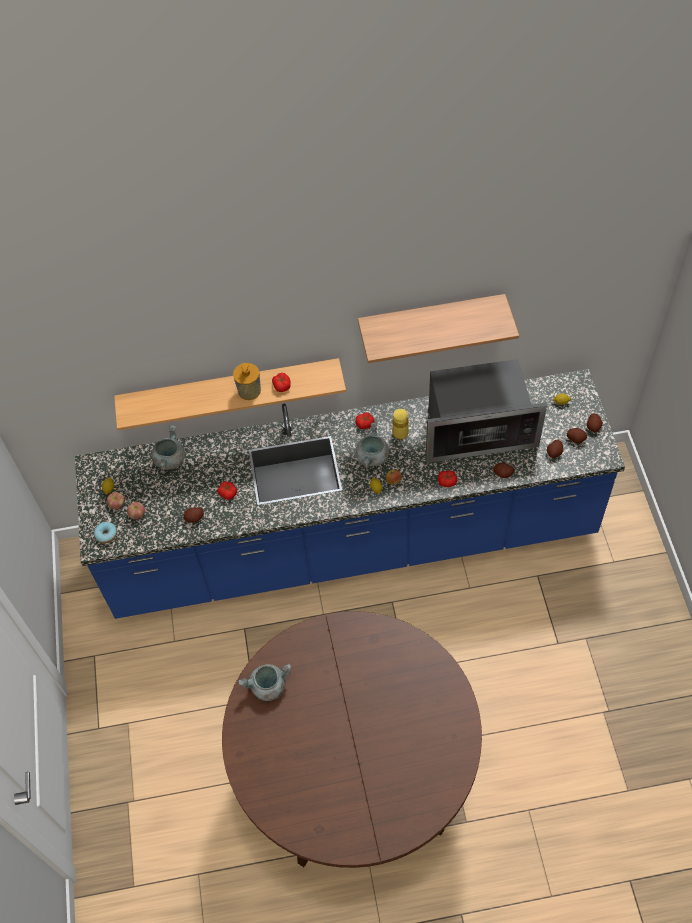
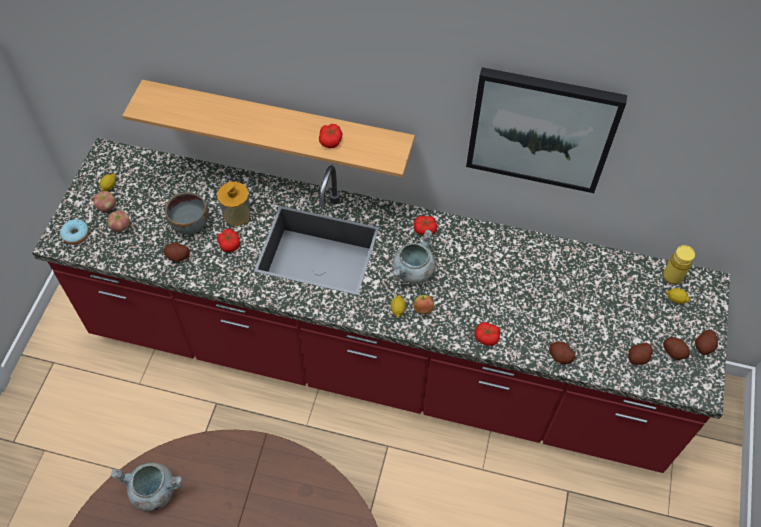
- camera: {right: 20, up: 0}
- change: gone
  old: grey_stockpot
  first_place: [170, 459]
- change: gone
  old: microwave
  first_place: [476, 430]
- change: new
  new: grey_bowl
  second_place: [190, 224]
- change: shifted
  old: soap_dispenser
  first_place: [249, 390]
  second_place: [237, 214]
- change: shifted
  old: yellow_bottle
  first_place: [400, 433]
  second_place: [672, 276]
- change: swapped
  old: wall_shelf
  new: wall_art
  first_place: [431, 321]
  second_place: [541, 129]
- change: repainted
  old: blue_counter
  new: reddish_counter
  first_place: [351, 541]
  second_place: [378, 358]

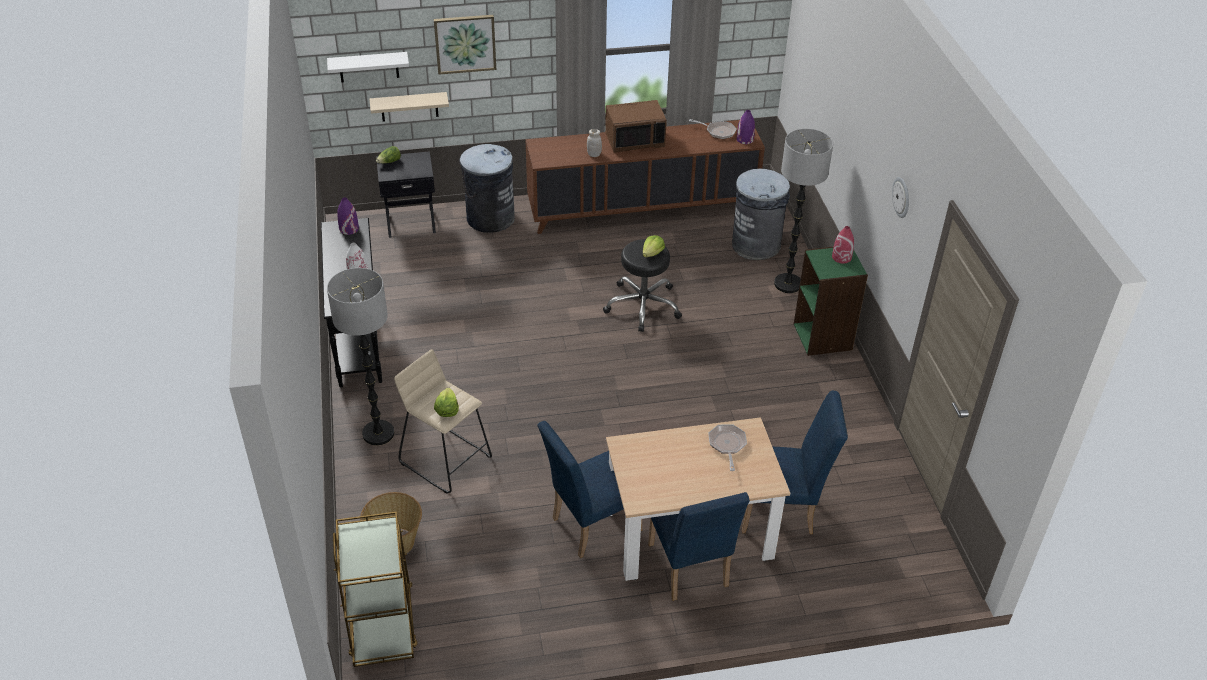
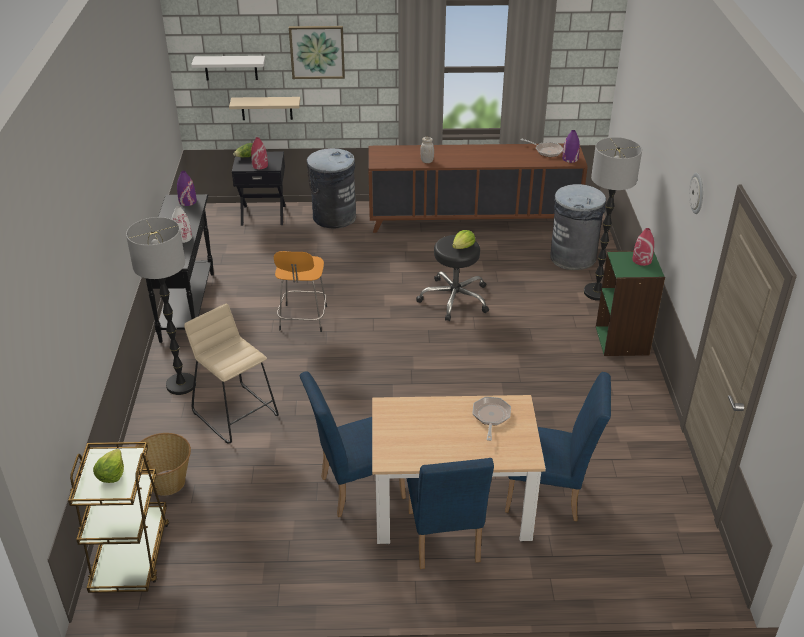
- camera: {right: 10, up: -5}
- change: gone
  old: brownish_microwave
  first_place: [635, 140]
- change: new
  new: reddish_vase
  second_place: [260, 165]
- change: new
  new: orange-coloured_stool
  second_place: [303, 319]
- change: shifted
  old: head_of_lettuce
  first_place: [447, 409]
  second_place: [111, 474]

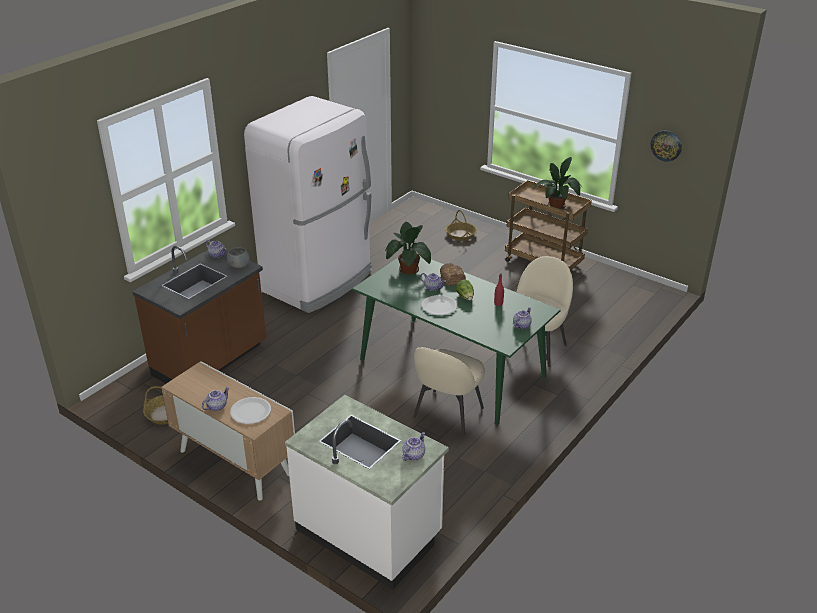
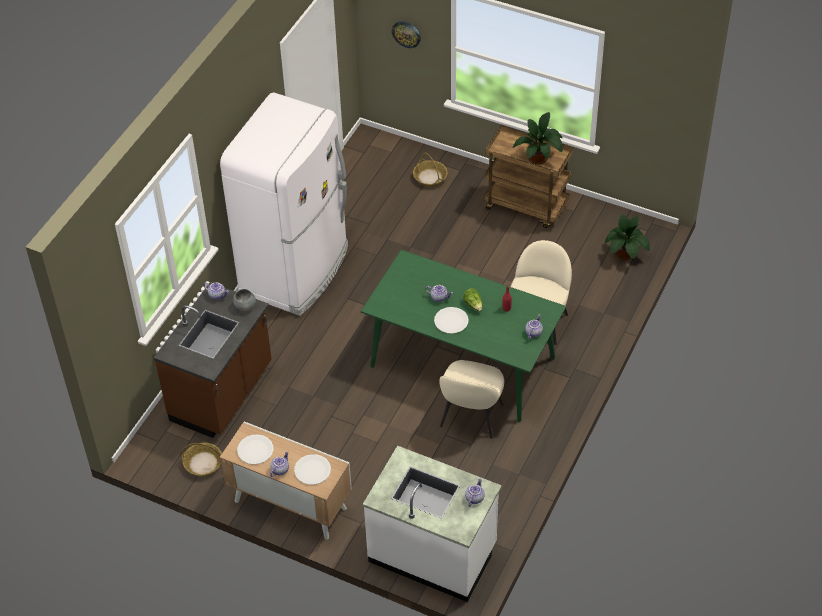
- camera: {right: -10, up: 15}
- change: gone
  old: bread
  first_place: [452, 278]
- change: new
  new: whitish_dinner_plate
  second_place: [255, 450]
- change: shifted
  old: potted_plant
  first_place: [408, 270]
  second_place: [625, 254]
- change: shifted
  old: wall_clock
  first_place: [666, 145]
  second_place: [406, 34]

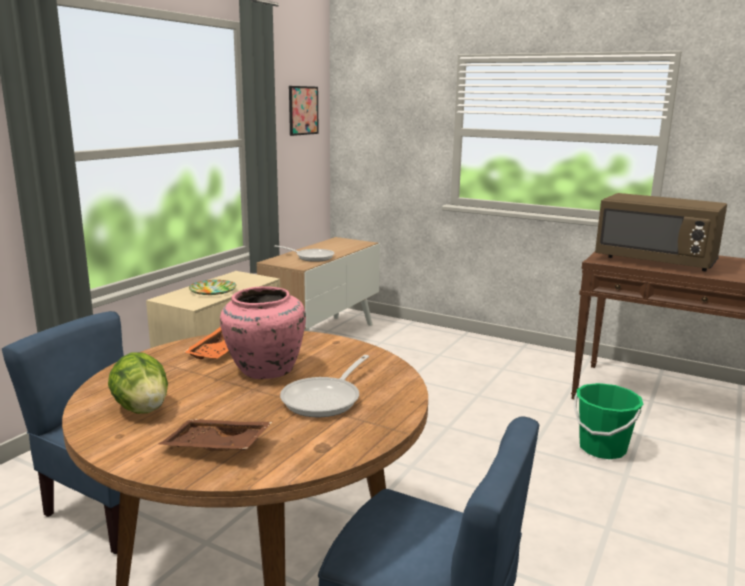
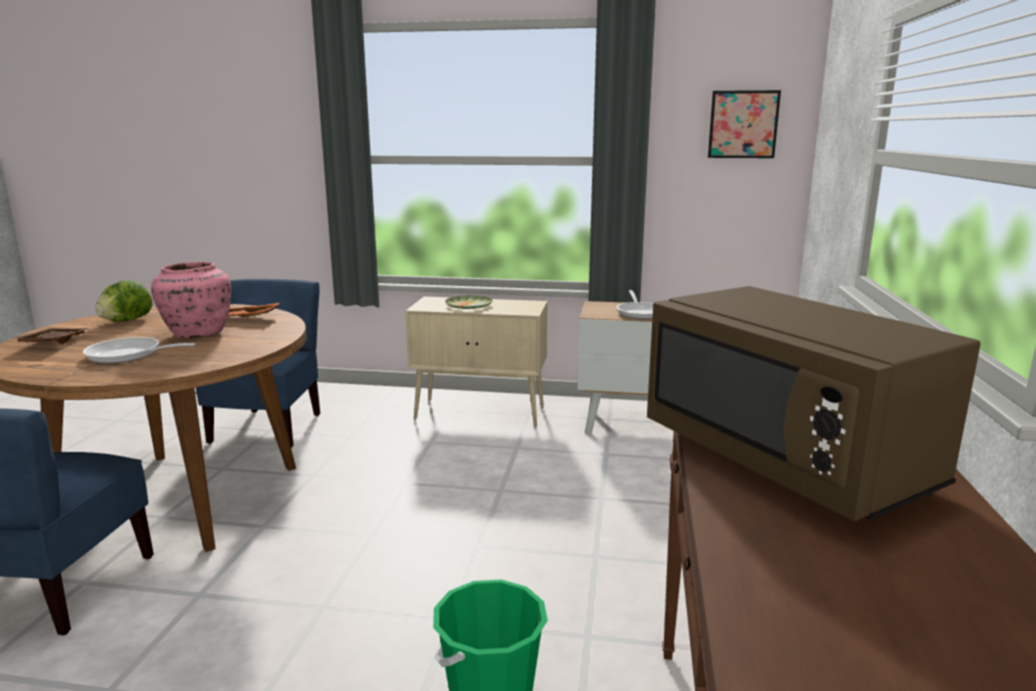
- camera: {right: 70, up: 0}
- change: rotated
  old: brownish_microwave
  first_place: [656, 261]
  second_place: [786, 460]
  degrees: -45

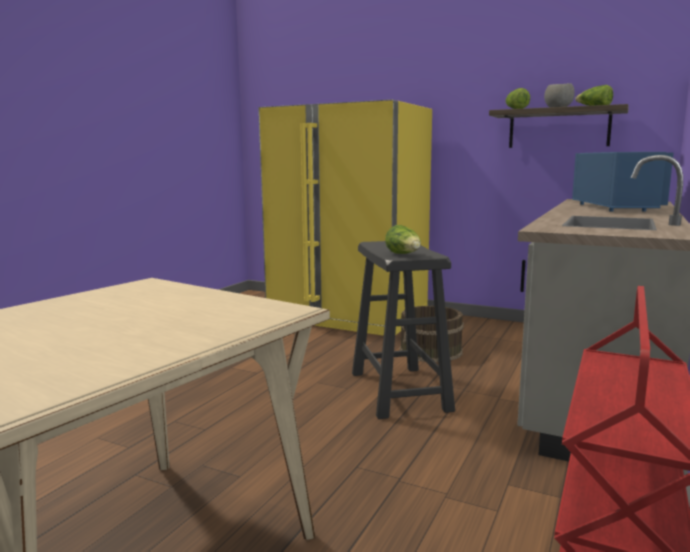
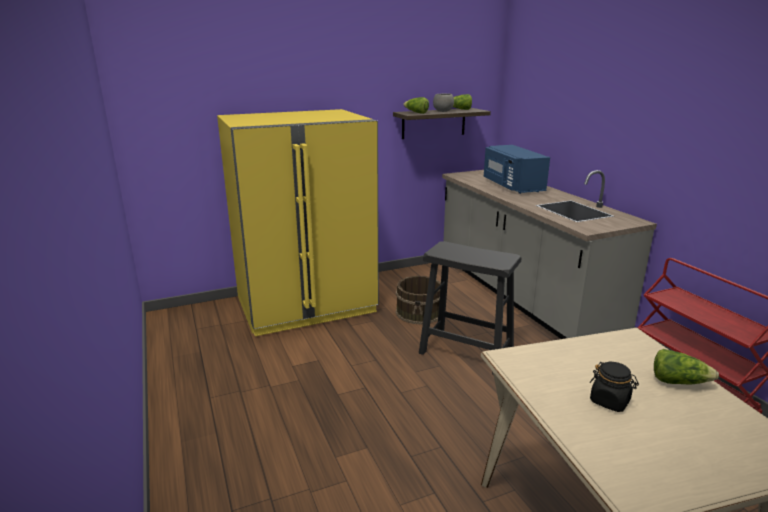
- camera: {right: -50, up: 10}
- change: new
  new: black_preserve_jar
  second_place: [610, 401]
- change: shifted
  old: head_of_lettuce
  first_place: [404, 255]
  second_place: [678, 382]
- change: rotated
  old: blue_microwave
  first_place: [616, 207]
  second_place: [512, 186]
  degrees: -150

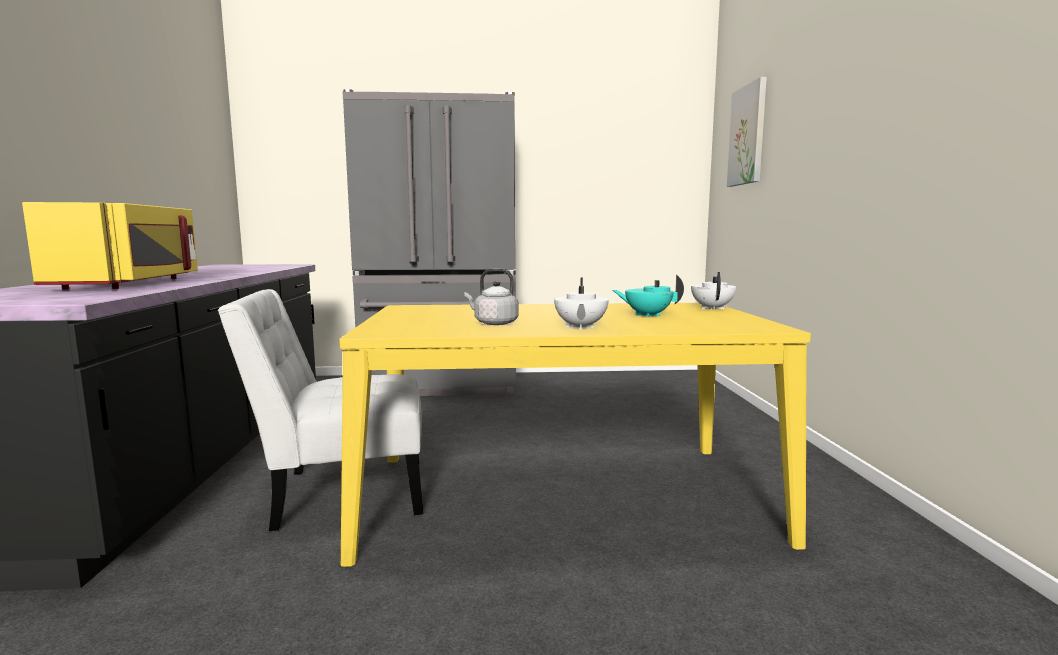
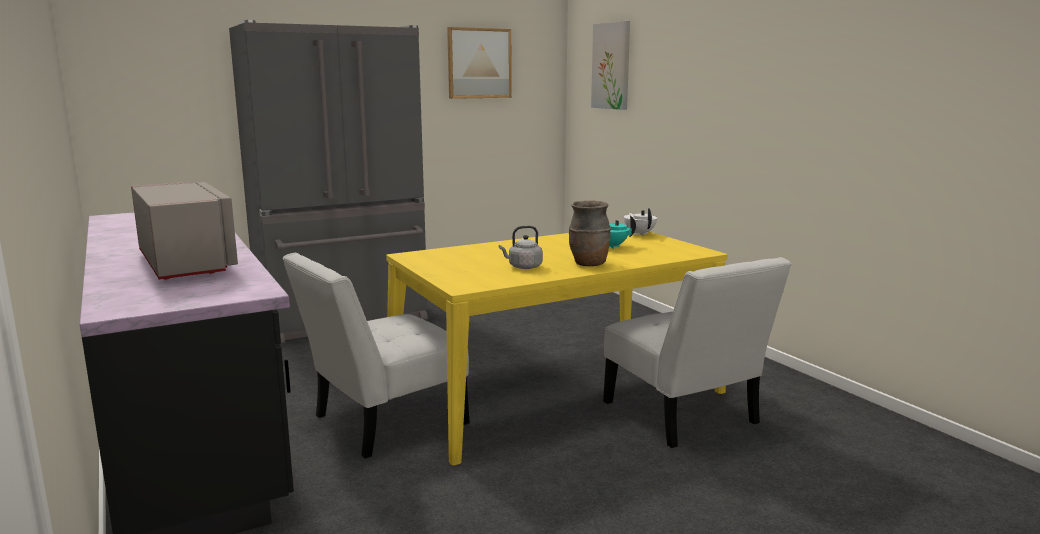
- camera: {right: -25, up: 5}
- change: new
  new: wall_art
  second_place: [479, 63]
- change: new
  new: whitish_chair
  second_place: [684, 417]
- change: swapped
  old: whitish_pot_for_tea
  new: brownish_vase
  first_place: [580, 327]
  second_place: [589, 264]
- change: repainted
  old: yellow_microwave
  new: grey_microwave
  first_place: [131, 283]
  second_place: [188, 263]

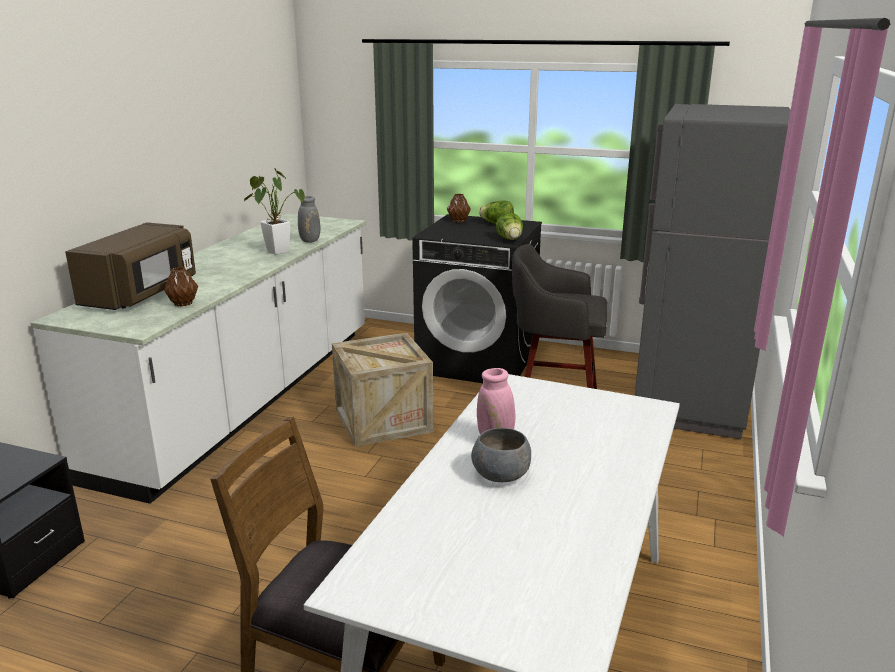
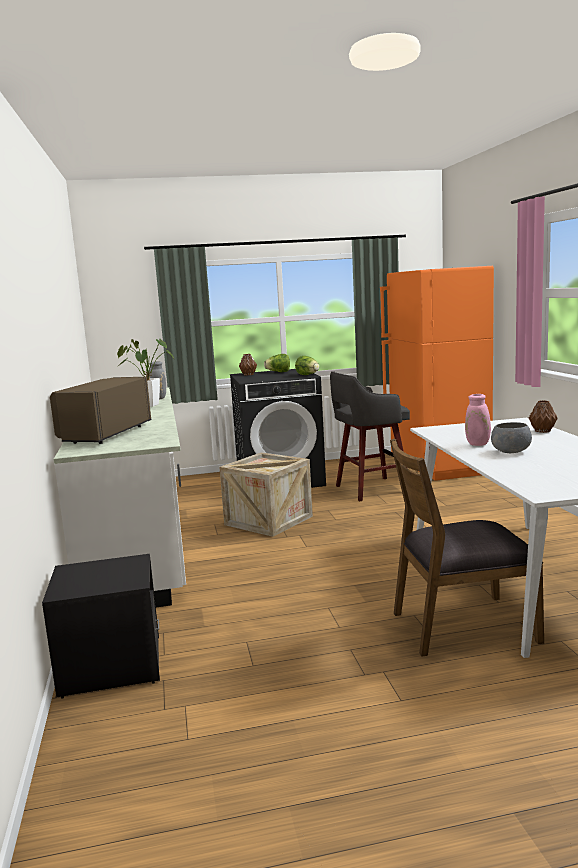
- camera: {right: -30, up: -10}
- change: shifted
  old: brownish_vase
  first_place: [183, 304]
  second_place: [543, 431]
- change: repainted
  old: grey_refrigerator
  new: orange-coloured_refrigerator
  first_place: [689, 404]
  second_place: [438, 468]
- change: rotated
  old: brownish_microwave
  first_place: [141, 294]
  second_place: [105, 434]
  degrees: -150

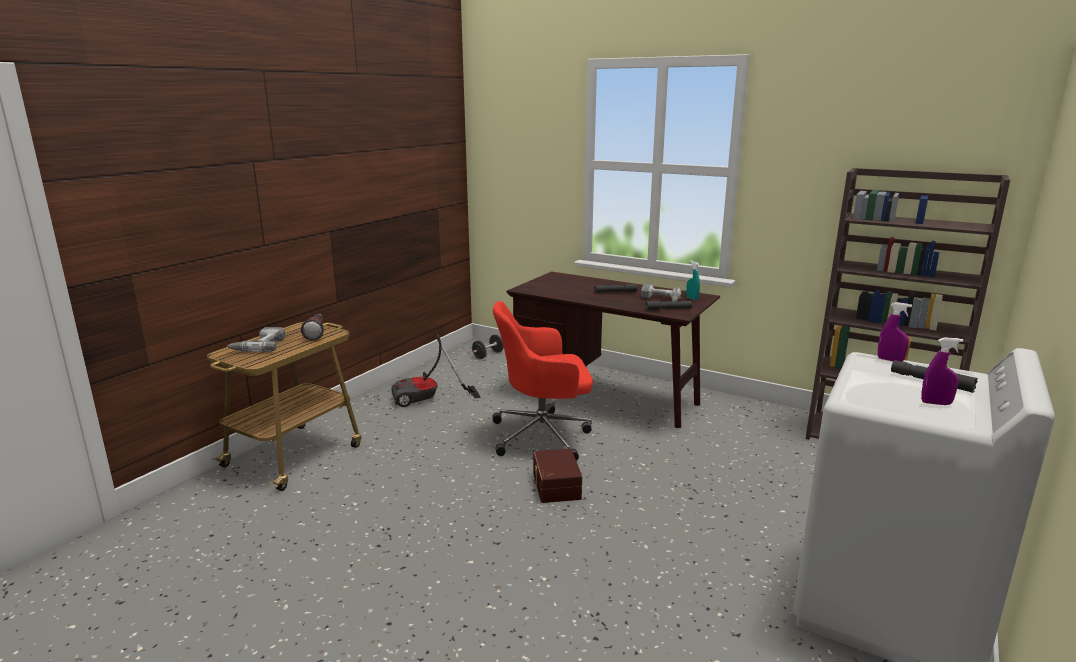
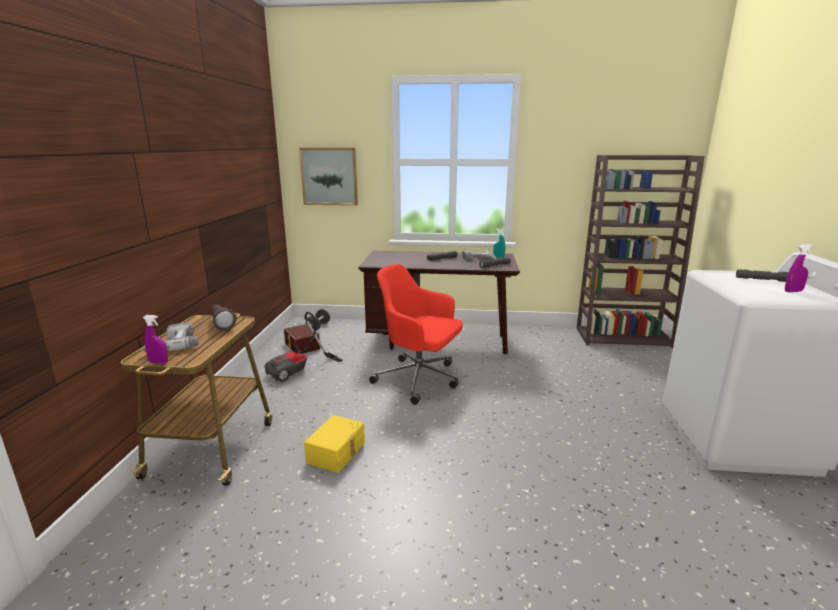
- camera: {right: -25, up: 0}
- change: new
  new: wall_art
  second_place: [329, 176]
- change: new
  new: yellow_storage_box
  second_place: [337, 452]
- change: shifted
  old: brownish_storage_box
  first_place: [555, 486]
  second_place: [301, 346]
- change: shifted
  old: purple-coloured_sprayer
  first_place: [890, 360]
  second_place: [159, 362]
- change: rotated
  old: reddish_desk_chair
  first_place: [543, 435]
  second_place: [419, 379]
  degrees: 60

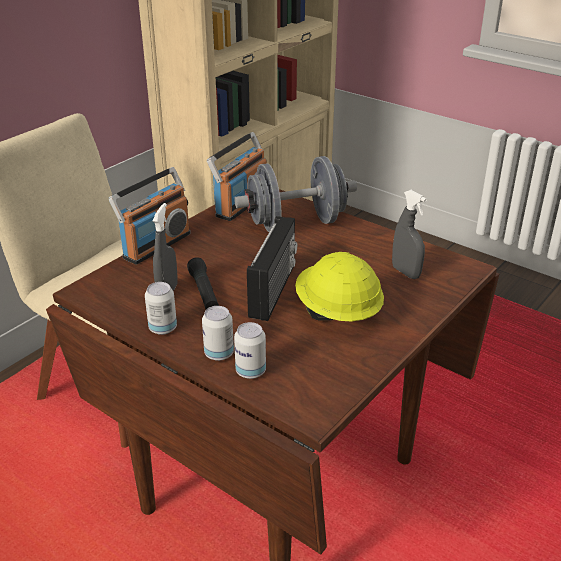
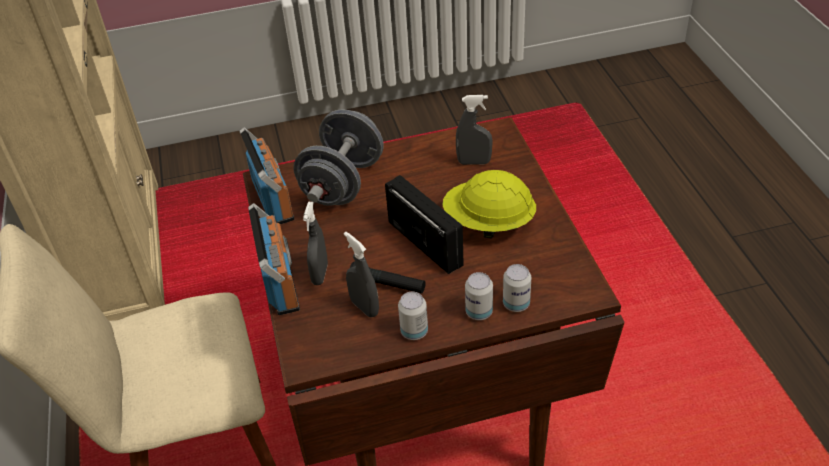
- camera: {right: -50, up: 10}
- change: new
  new: grey_sprayer
  second_place: [320, 274]

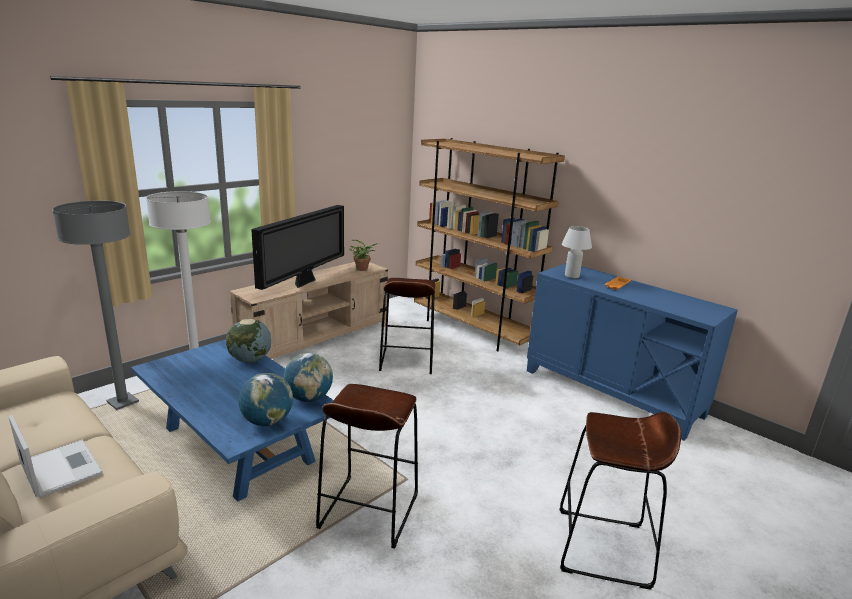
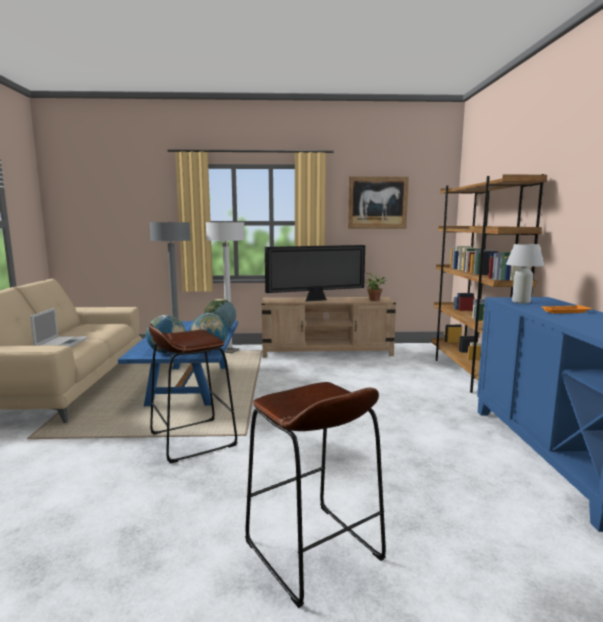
- camera: {right: 45, up: -10}
- change: gone
  old: brownish_stool
  first_place: [406, 361]
- change: new
  new: wall_art
  second_place: [377, 203]

